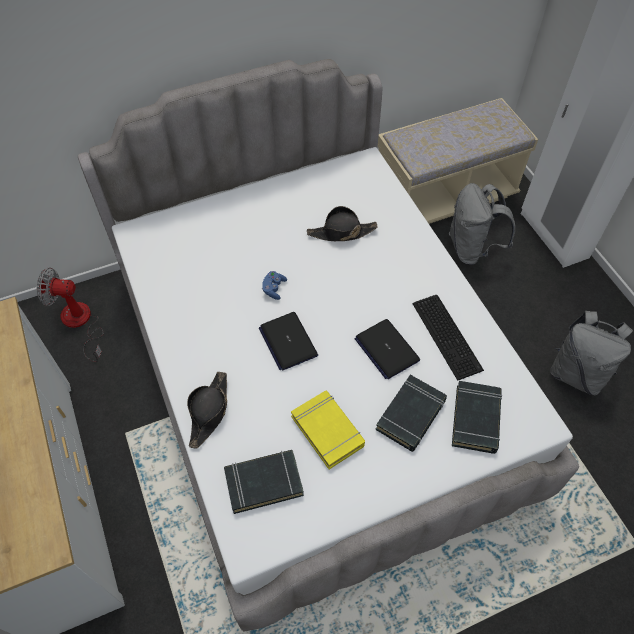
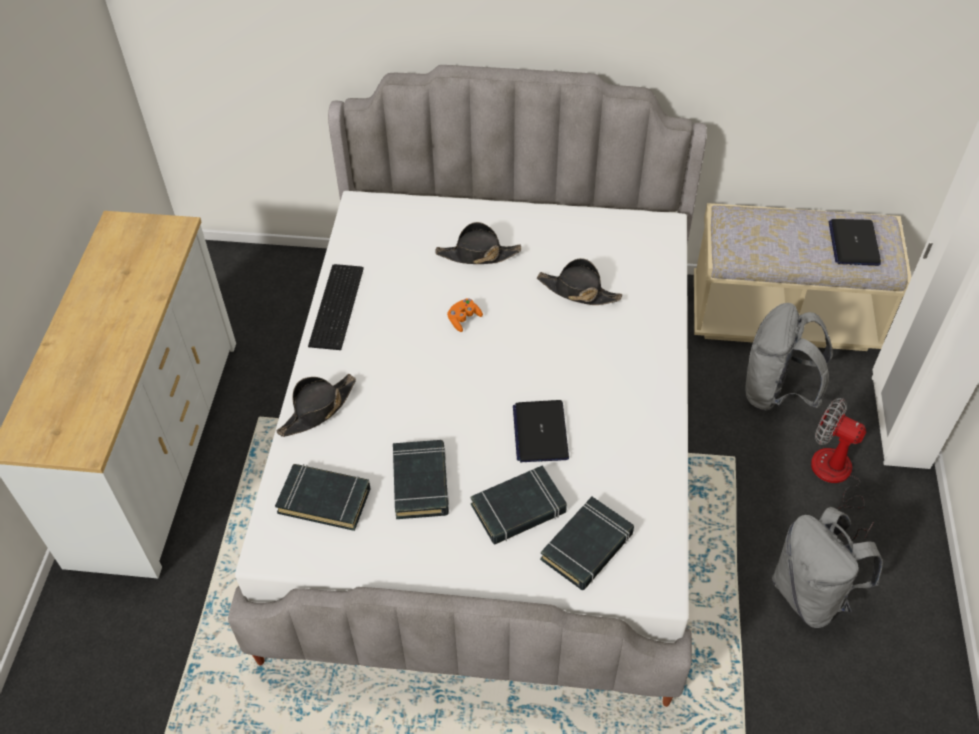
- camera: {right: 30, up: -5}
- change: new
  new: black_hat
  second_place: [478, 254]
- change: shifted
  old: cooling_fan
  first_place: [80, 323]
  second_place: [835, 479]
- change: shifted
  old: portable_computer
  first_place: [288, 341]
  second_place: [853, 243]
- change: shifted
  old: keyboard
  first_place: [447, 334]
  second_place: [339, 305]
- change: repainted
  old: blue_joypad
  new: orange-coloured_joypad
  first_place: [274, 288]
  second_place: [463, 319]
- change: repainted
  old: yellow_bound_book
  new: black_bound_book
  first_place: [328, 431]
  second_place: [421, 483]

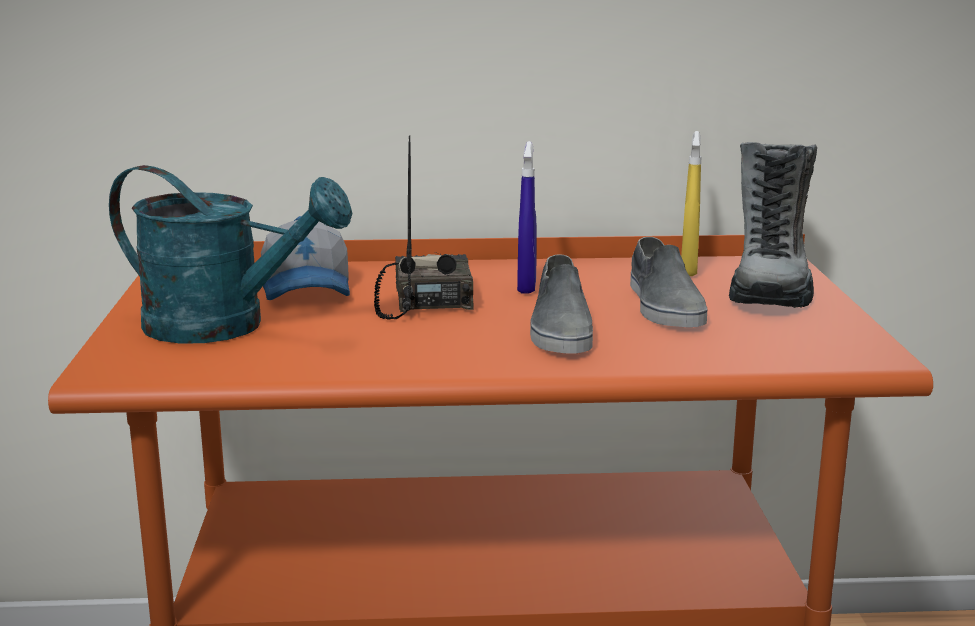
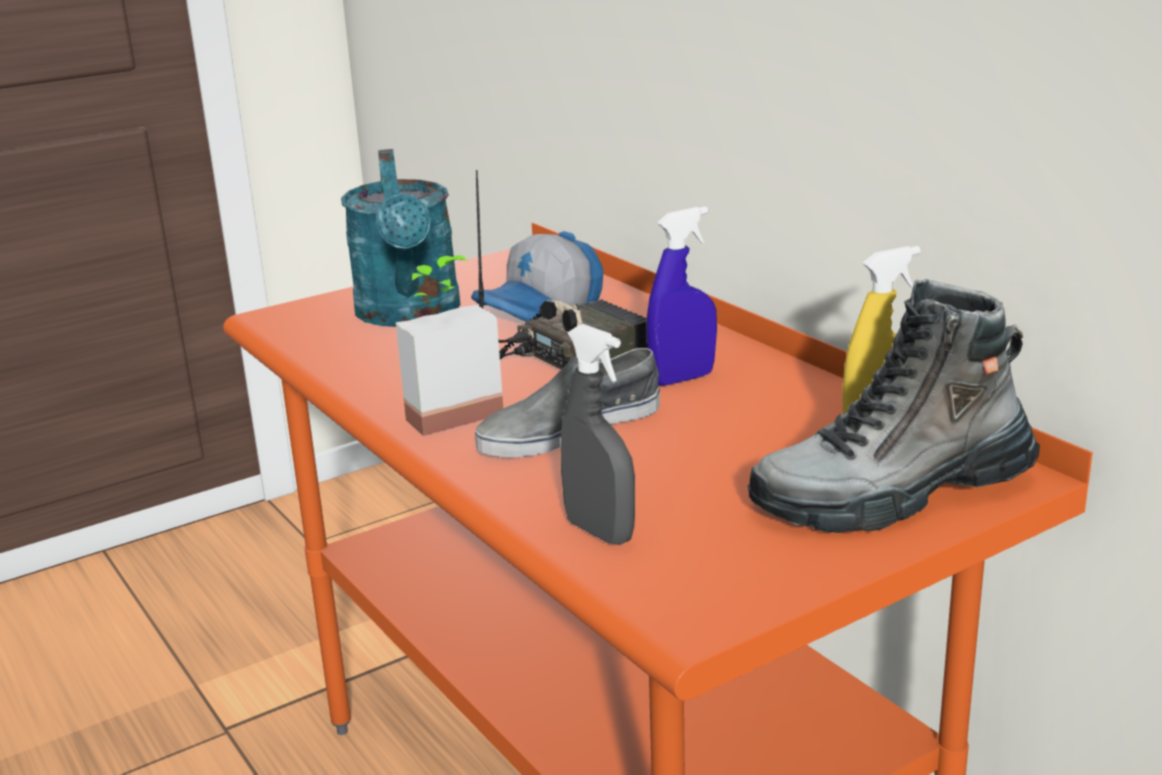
- camera: {right: 60, up: 5}
- change: gone
  old: grey_item_of_footwear
  first_place: [663, 305]
- change: new
  new: potted_plant
  second_place: [447, 410]
- change: new
  new: grey_sprayer
  second_place: [599, 532]

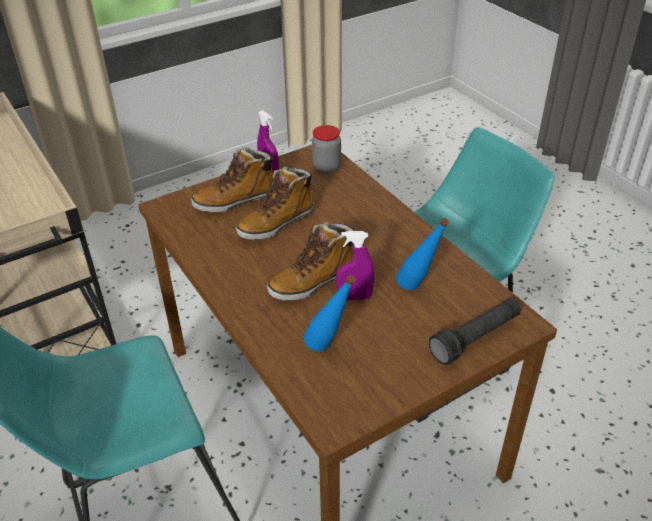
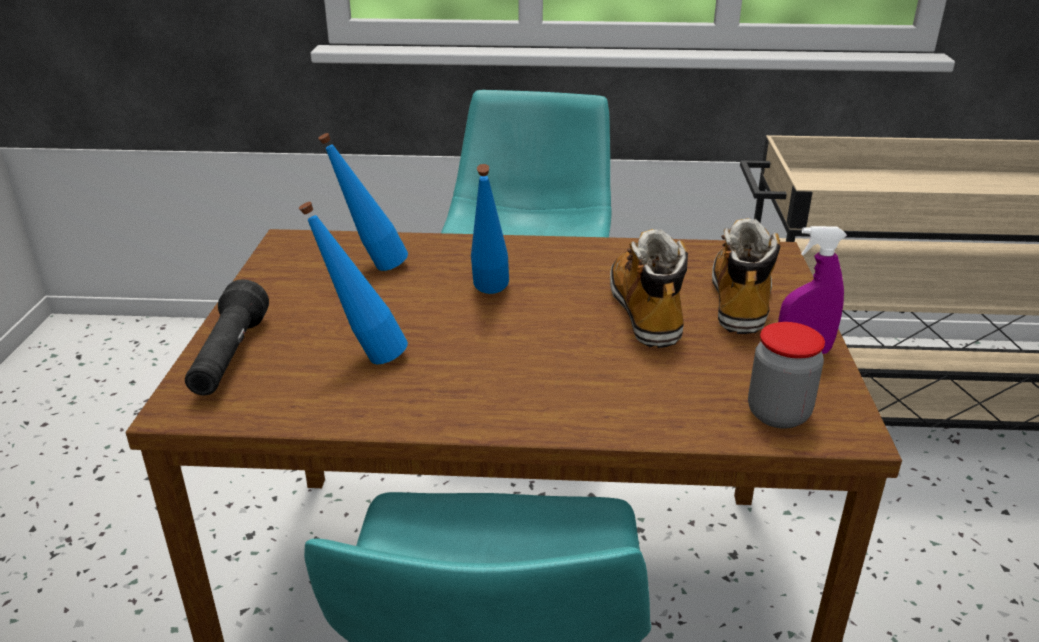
- camera: {right: 125, up: -10}
- change: gone
  old: purple-coloured_sprayer
  first_place: [354, 297]
- change: swapped
  old: high-top_boot
  new: blue_bottle
  first_place: [313, 281]
  second_place: [489, 296]

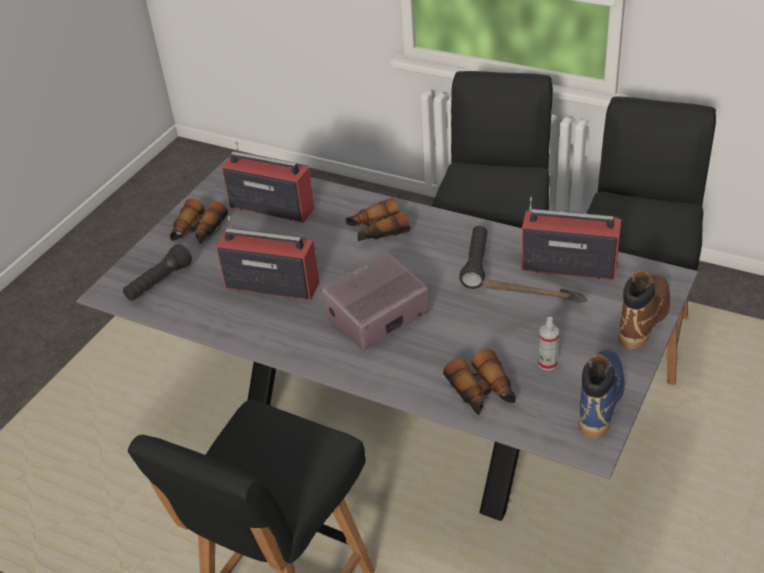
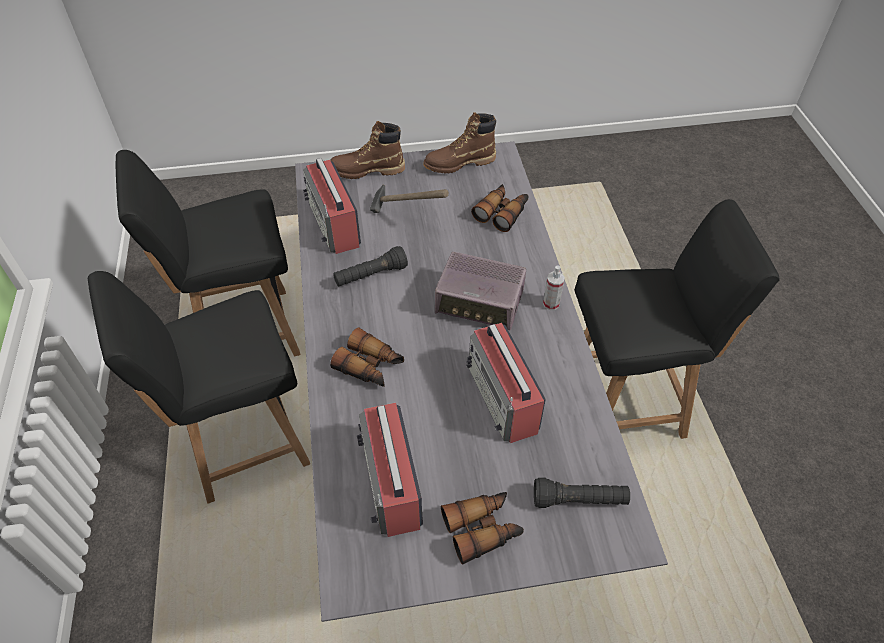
- camera: {right: -130, up: 10}
- change: shifted
  old: sprayer
  first_place: [547, 363]
  second_place: [551, 304]
- change: repainted
  old: blue_high-top_boot
  new: brownish_high-top_boot
  first_place: [600, 399]
  second_place: [459, 163]

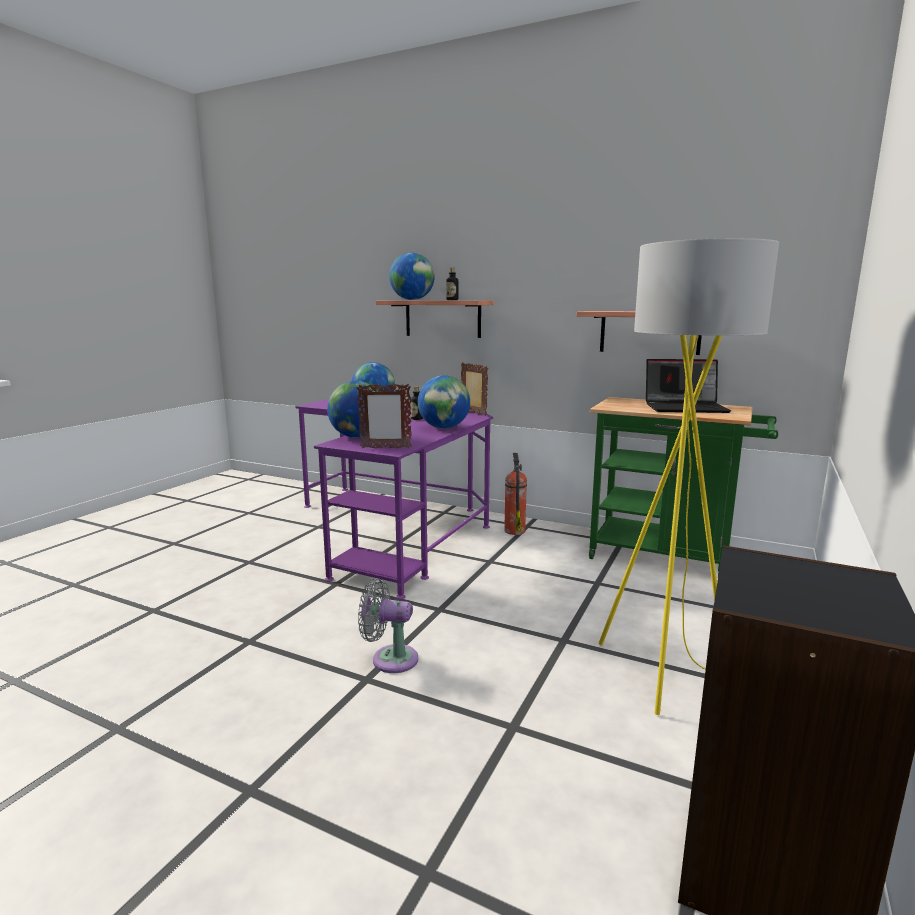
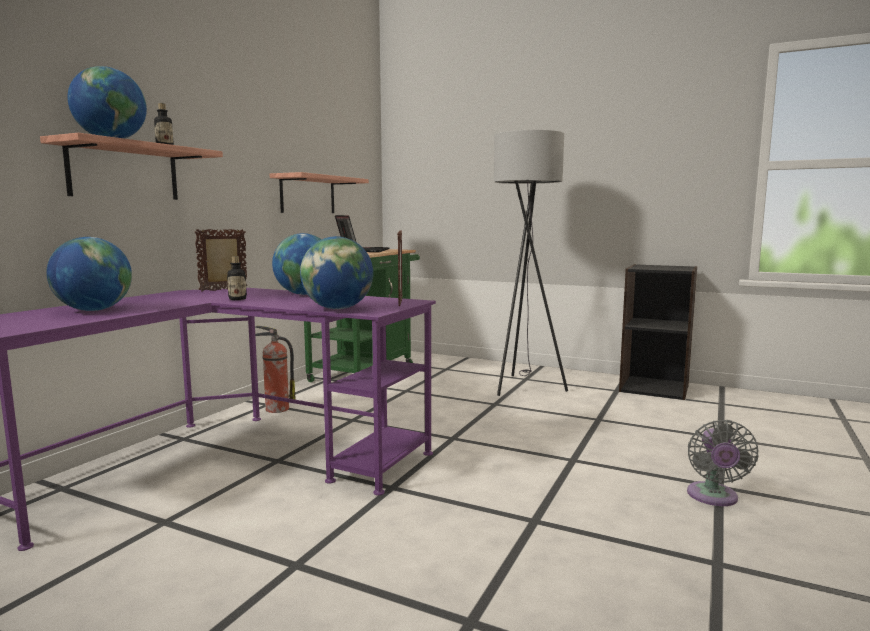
- camera: {right: -90, up: -5}
- change: shifted
  old: grey_cooling_fan
  first_place: [390, 659]
  second_place: [713, 497]
- change: repainted
  old: yellow_floor_lamp
  new: grey_floor_lamp
  first_place: [669, 671]
  second_place: [522, 386]

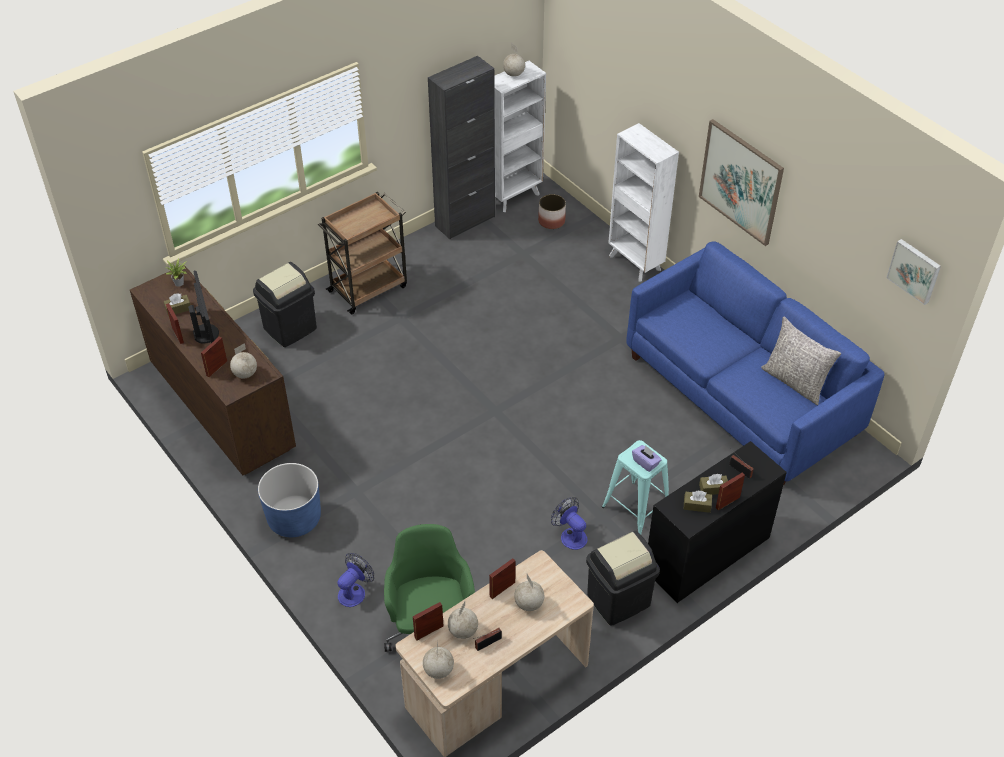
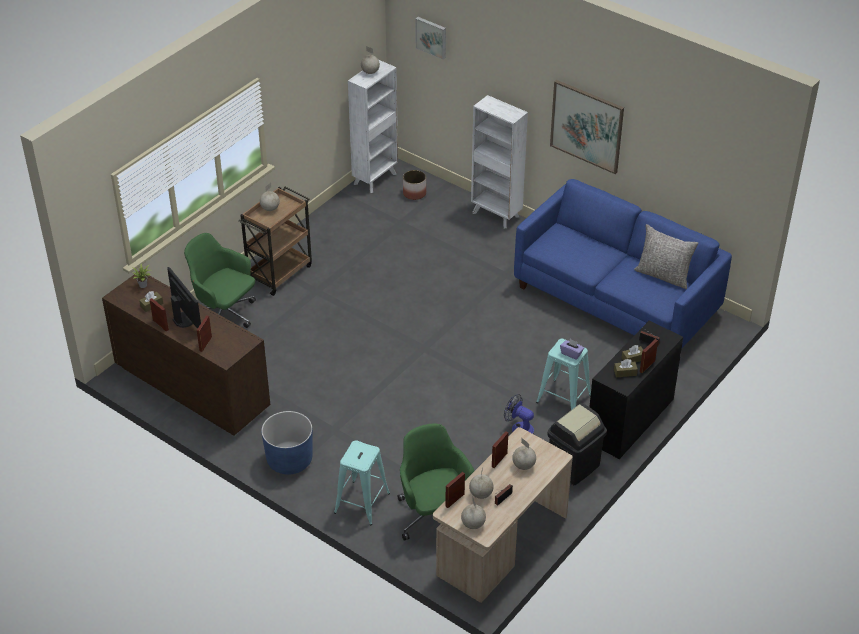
- camera: {right: -15, up: -5}
- change: gone
  old: black_cupboard
  first_place: [465, 221]
- change: shifted
  old: desk_globe
  first_place: [245, 374]
  second_place: [270, 209]
- change: shifted
  old: wall_art
  first_place: [915, 270]
  second_place: [431, 37]
- change: swapped
  old: black_trash_can
  new: green_desk_chair
  first_place: [290, 328]
  second_place: [224, 316]
- change: swapped
  old: cooling_fan
  new: turquoise_stool
  first_place: [355, 591]
  second_place: [362, 503]

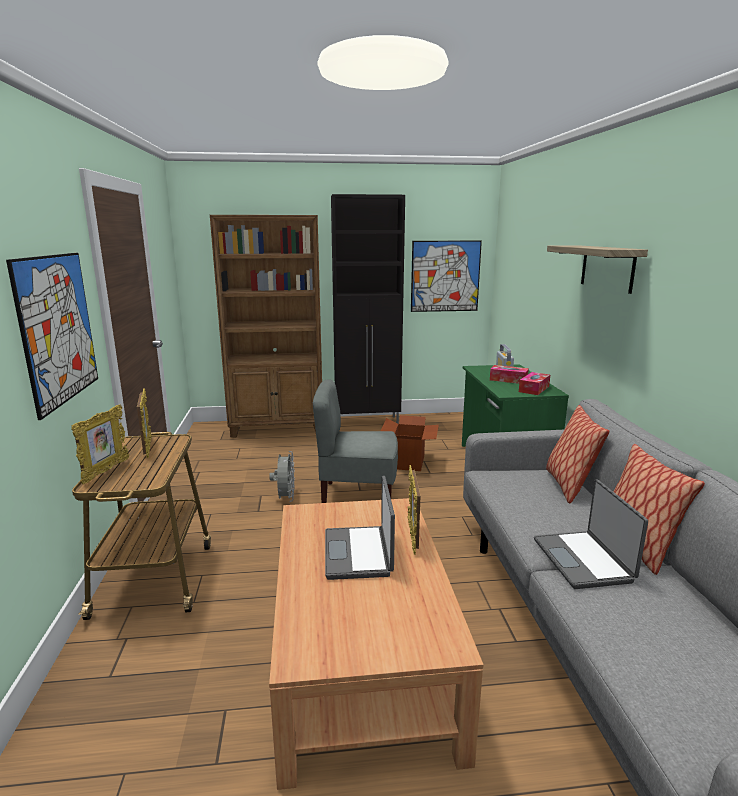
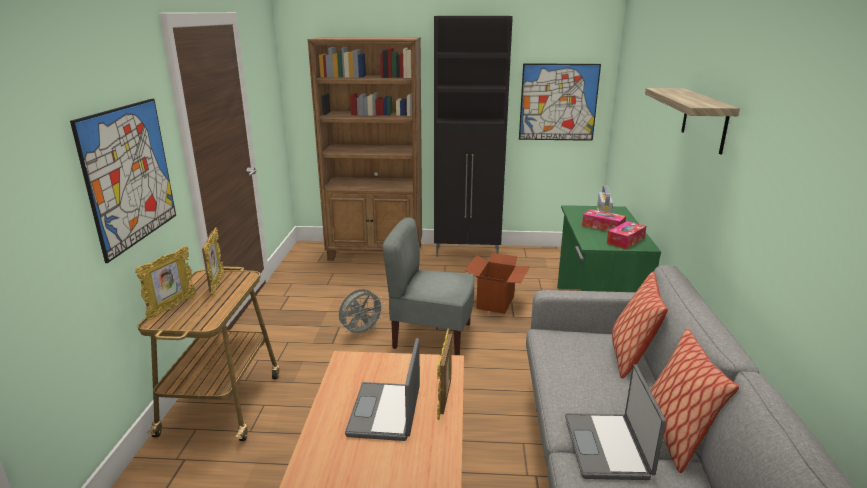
- camera: {right: 10, up: 5}
- change: rotated
  old: grey_cooling_fan
  first_place: [285, 498]
  second_place: [361, 332]
  degrees: 45

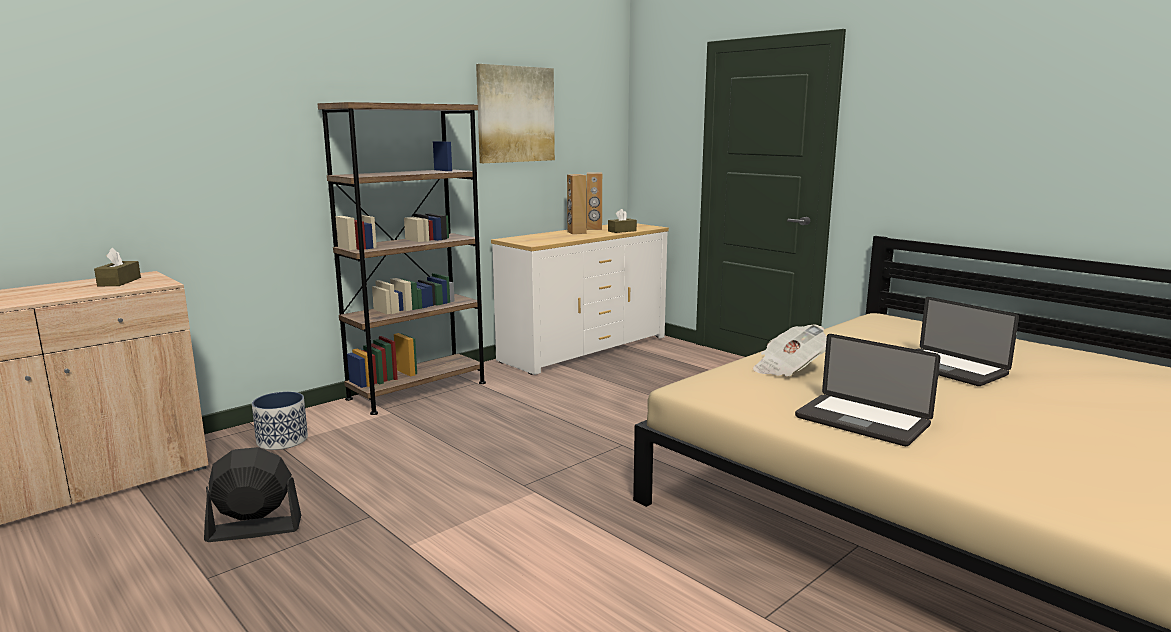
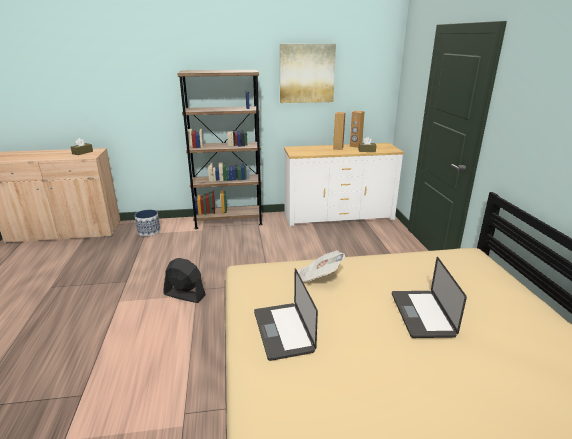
- camera: {right: 35, up: 10}
- change: shifted
  old: black_cooling_fan
  first_place: [254, 529]
  second_place: [184, 295]

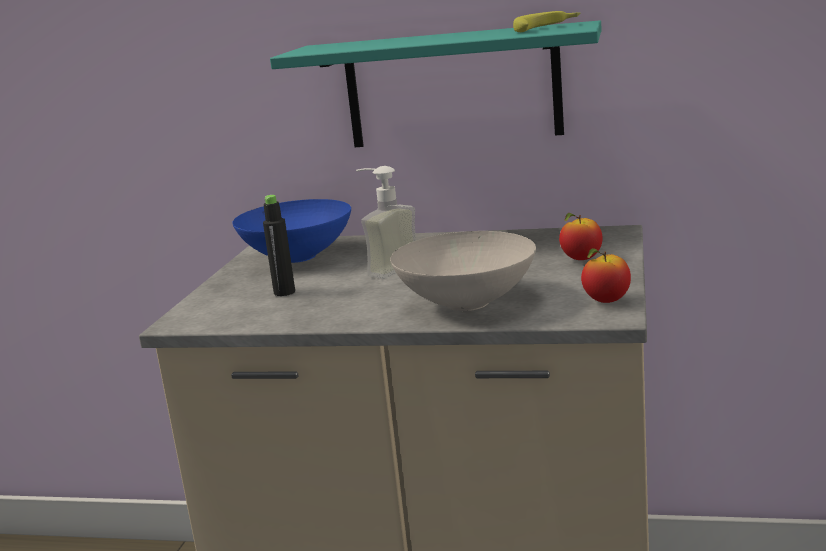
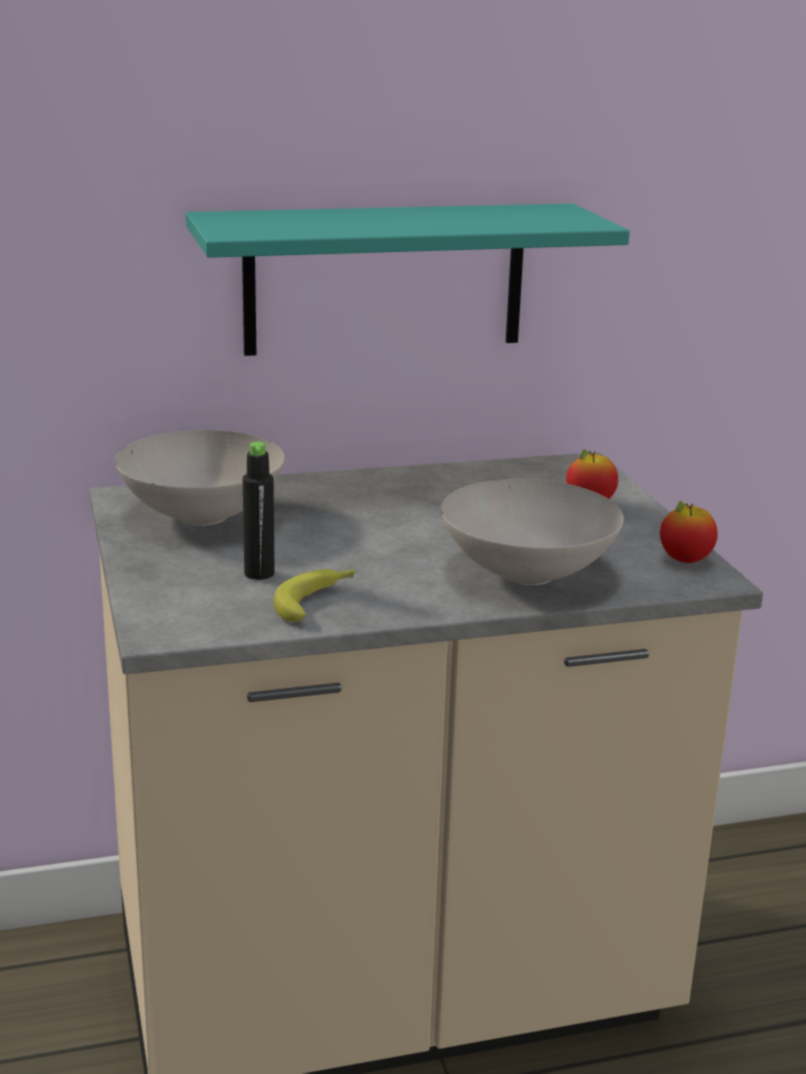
- camera: {right: -30, up: 5}
- change: gone
  old: soap_dispenser
  first_place: [385, 268]
- change: shifted
  old: banana
  first_place: [547, 28]
  second_place: [317, 601]
- change: repainted
  old: blue_bowl
  new: whitish_bowl
  first_place: [298, 256]
  second_place: [201, 515]

